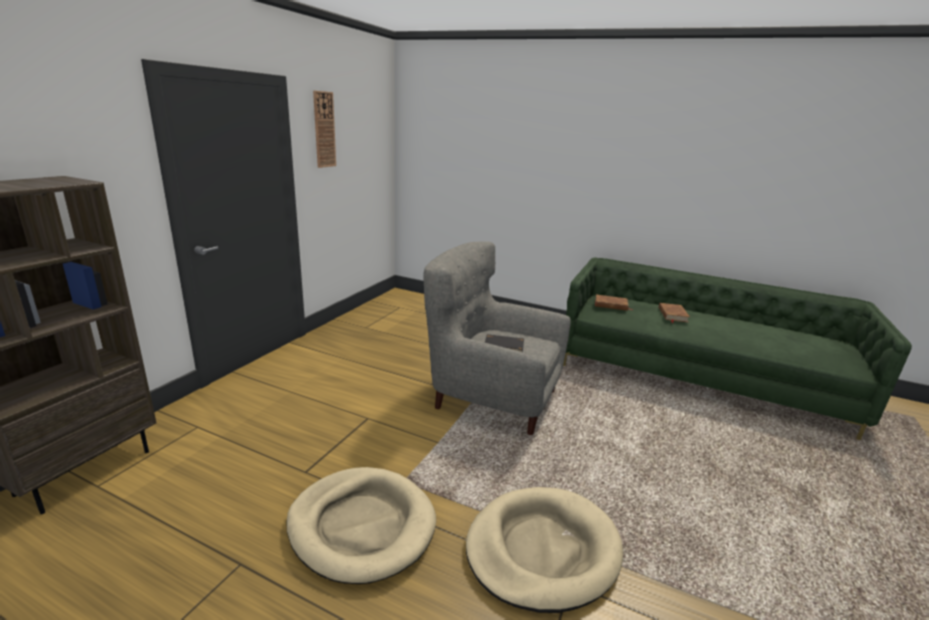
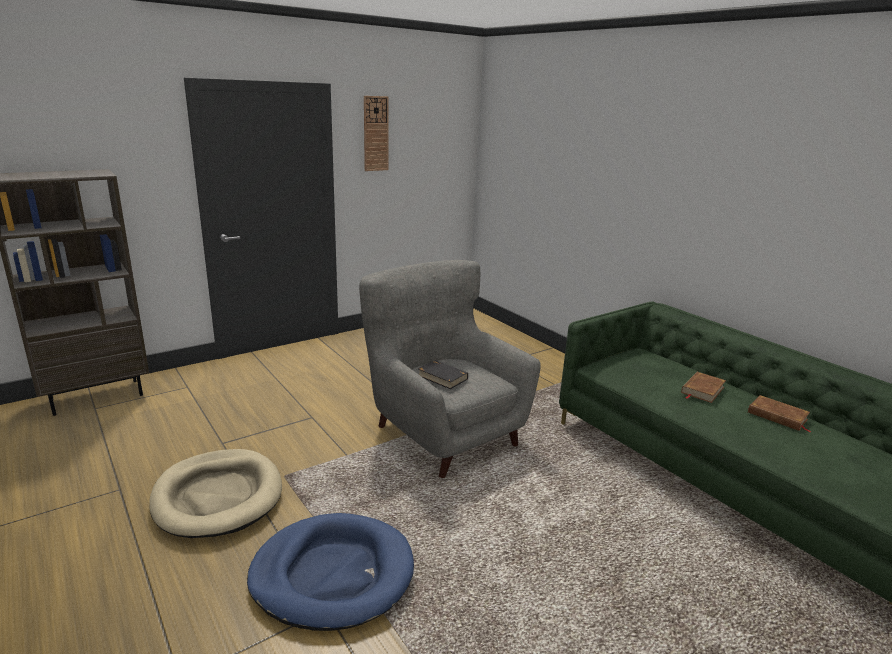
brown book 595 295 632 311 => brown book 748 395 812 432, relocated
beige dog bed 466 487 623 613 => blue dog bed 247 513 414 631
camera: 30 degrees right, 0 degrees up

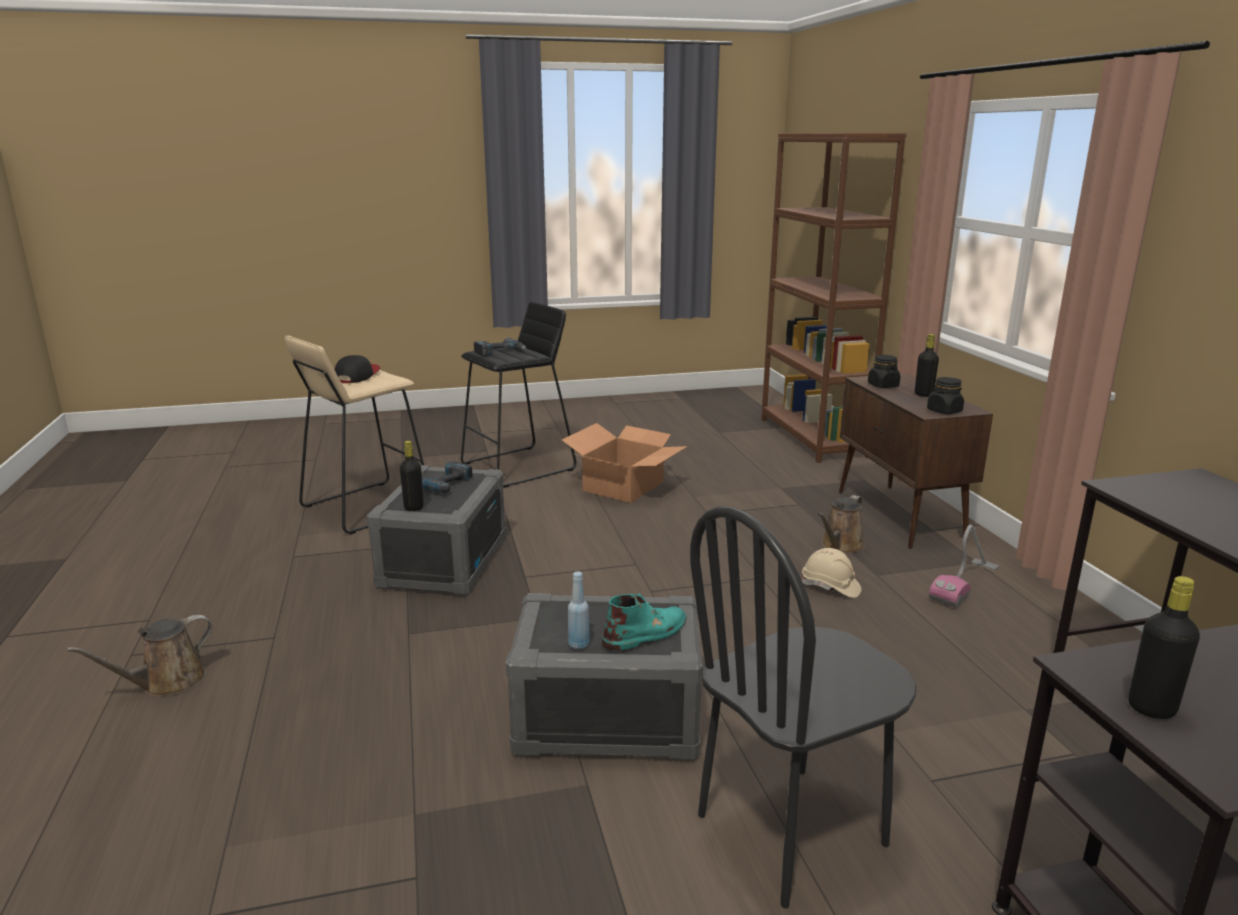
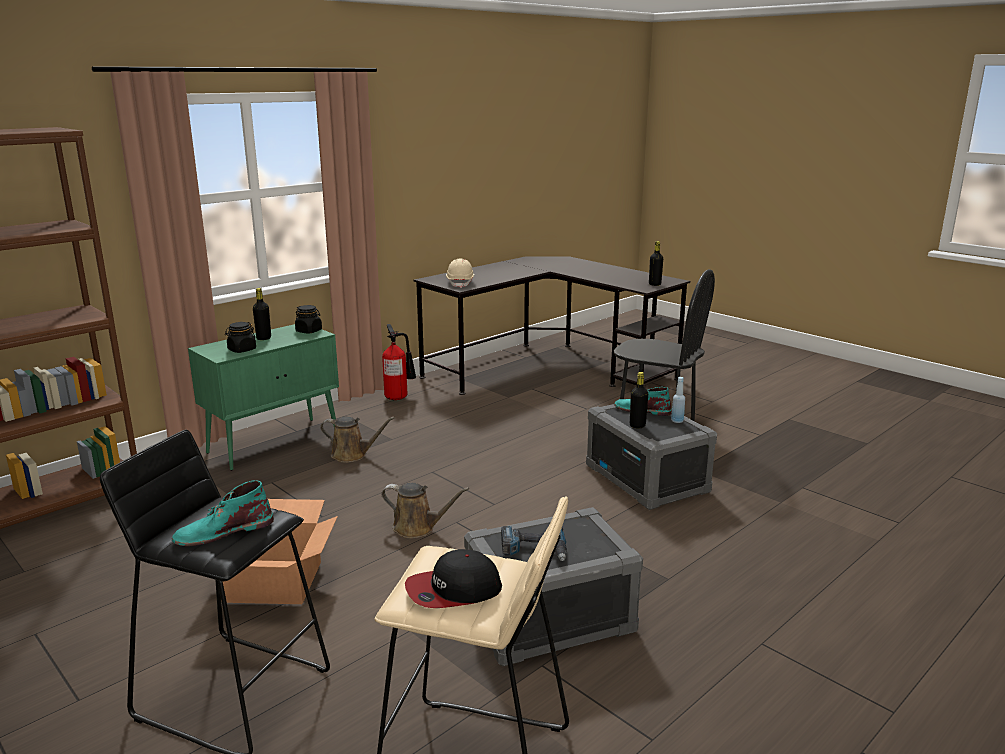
power drill 474 338 527 356 => turquoise boot 172 480 274 547
brown cabinet 839 373 993 549 => green cabinet 188 324 339 471
black bottle 400 441 424 511 => black bottle 630 372 648 428, relocated
vacuum cleaner 929 525 999 607 => nothing
beige hard hat 802 548 861 598 => beige hard hat 446 259 475 288, relocated
brown watering can 66 615 213 697 => brown watering can 381 483 469 538, relocated
nothing => fire extinguisher 382 324 416 400
camera: 120 degrees left, 0 degrees up

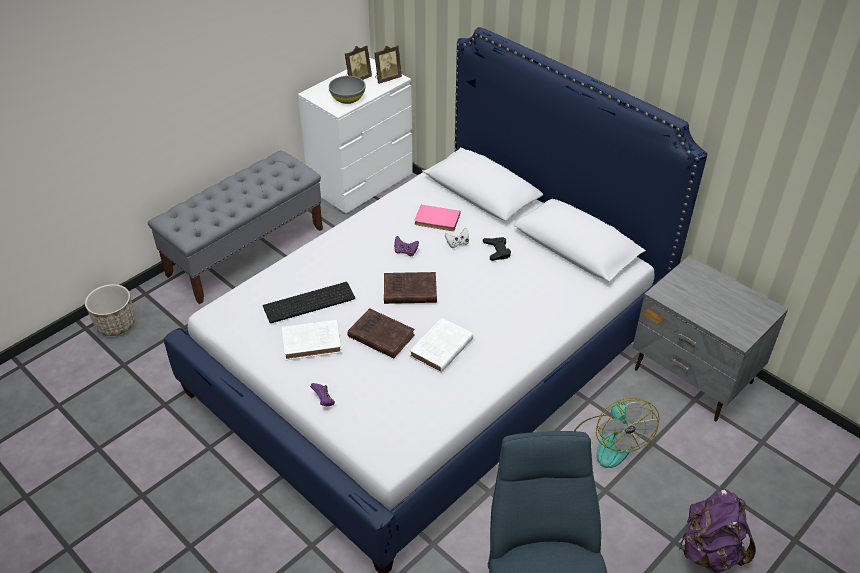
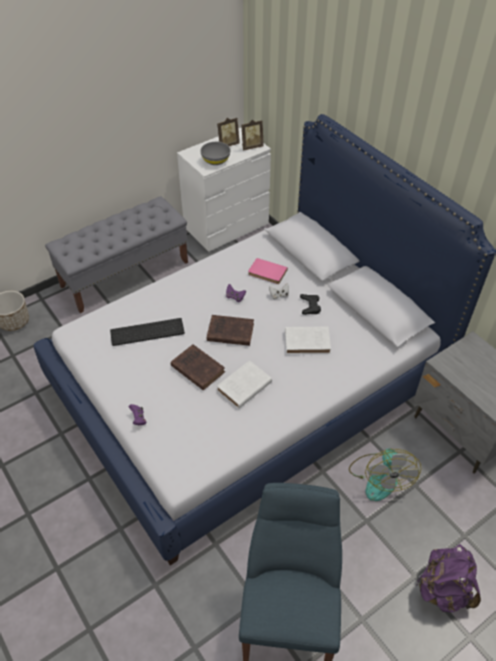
white book 282 320 341 360 => white book 285 327 331 354, relocated
camera: 10 degrees right, 5 degrees up

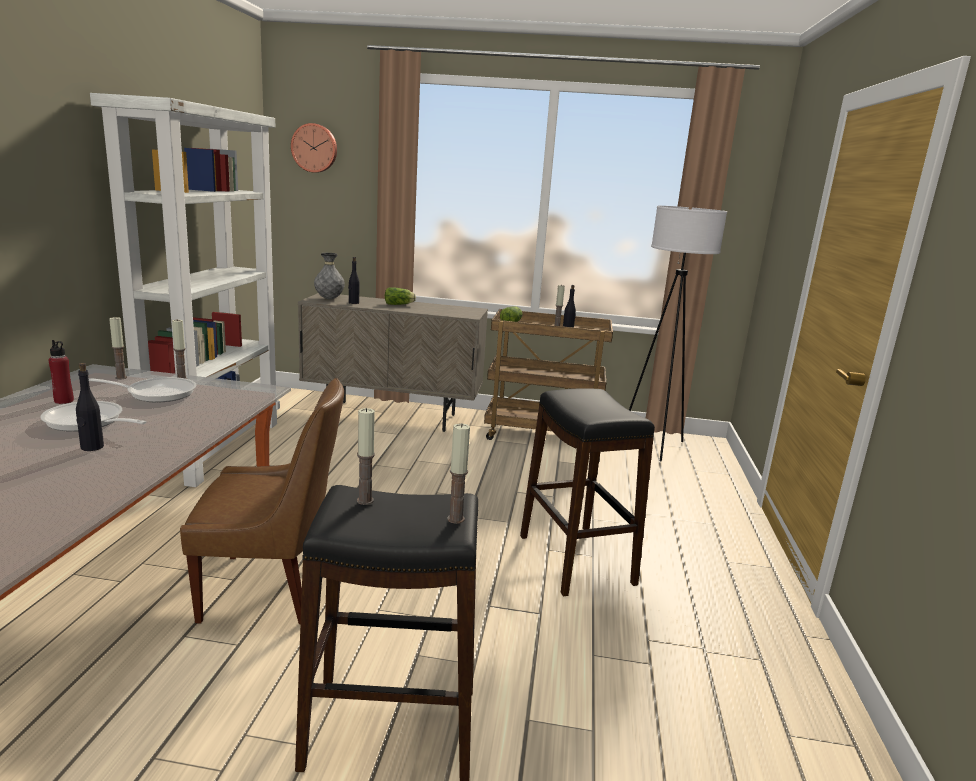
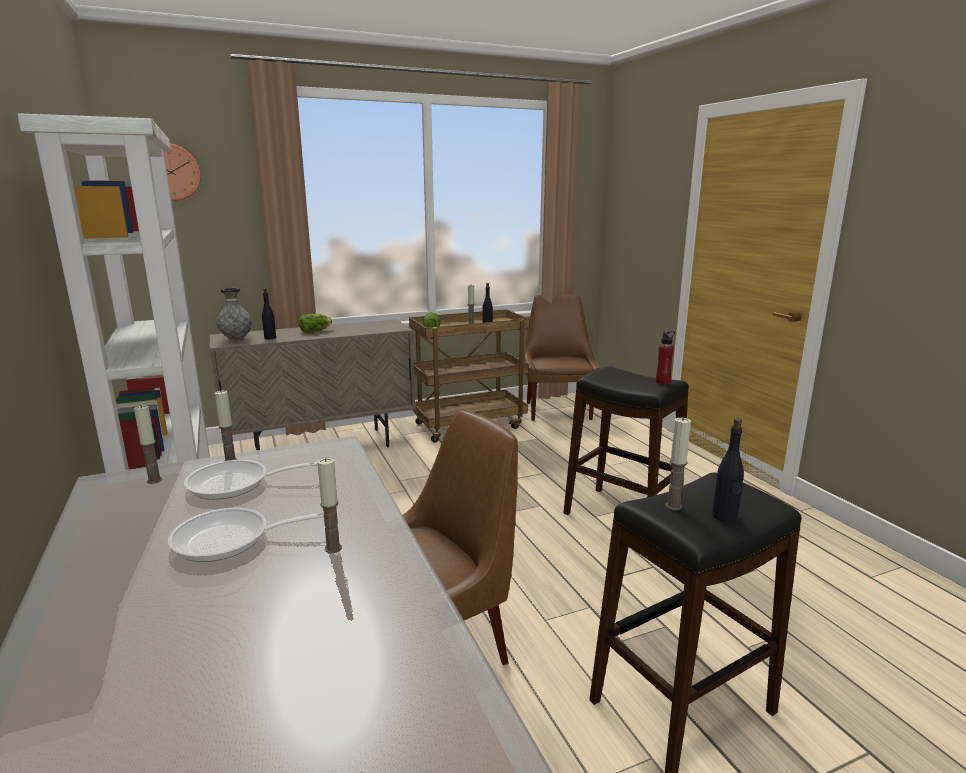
white floor lamp 629 206 727 462 => brown chair 524 295 600 421
red bottle 48 340 74 404 => red bottle 656 331 675 385, relocated
black bottle 76 363 104 451 => black bottle 712 418 744 522, relocated
frying pan 89 377 197 402 => frying pan 184 460 318 500, 150 degrees counterclockwise
candle 447 423 470 524 => candle 317 458 342 553, relocated
camera: 30 degrees left, 0 degrees up

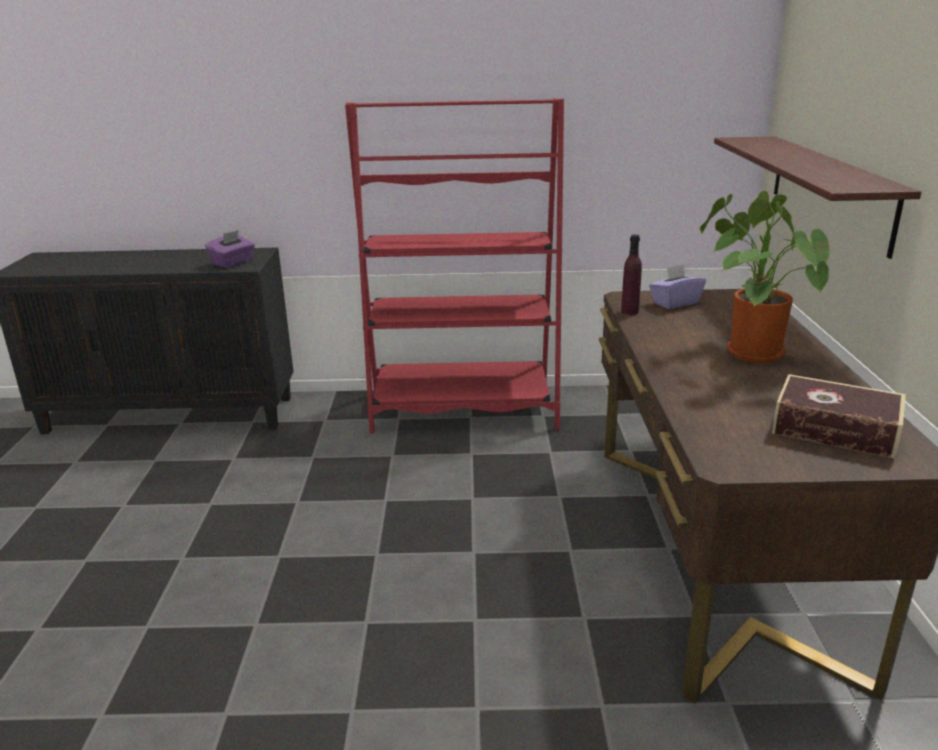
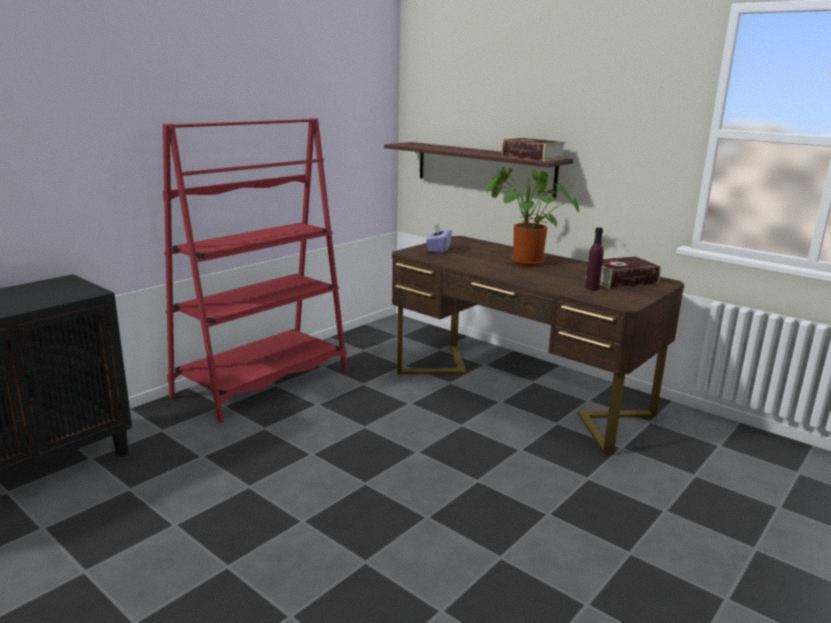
purple tissue box 205 230 255 268 => nothing
purple bottle 621 234 642 315 => purple bottle 585 228 604 290, relocated
nothing => book 502 138 566 161
camera: 50 degrees left, 5 degrees down

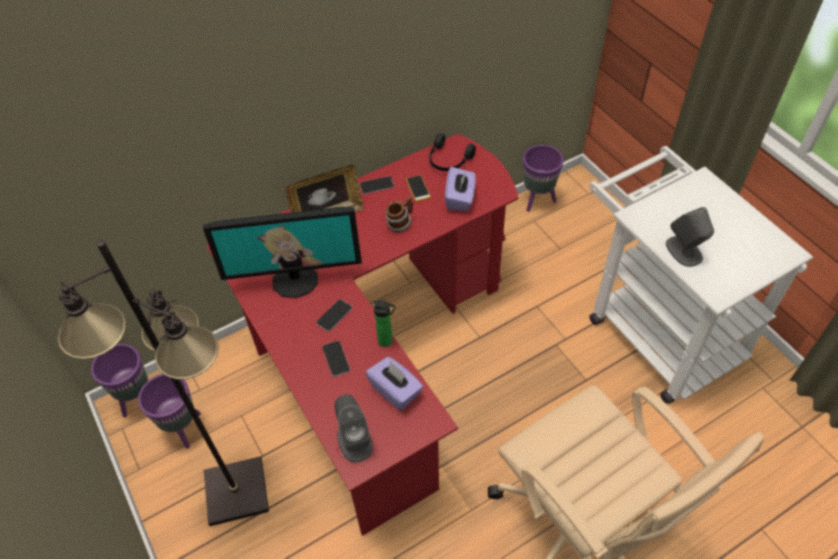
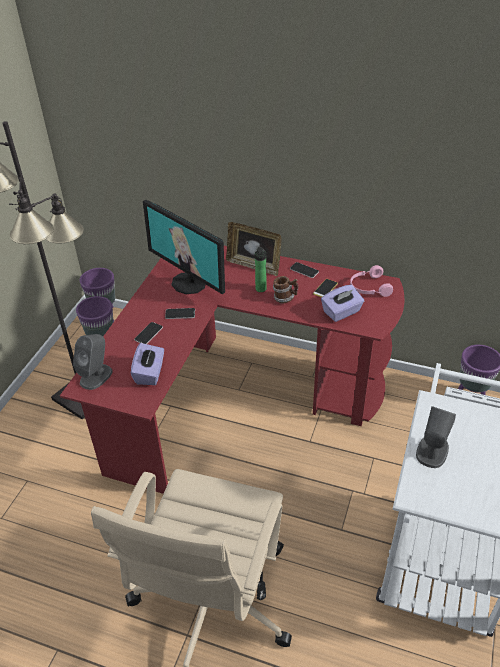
black headphones 430 133 476 171 => pink headphones 350 265 393 297
bottle 374 300 396 347 => bottle 255 247 267 292, relocated
camera: 50 degrees right, 10 degrees down

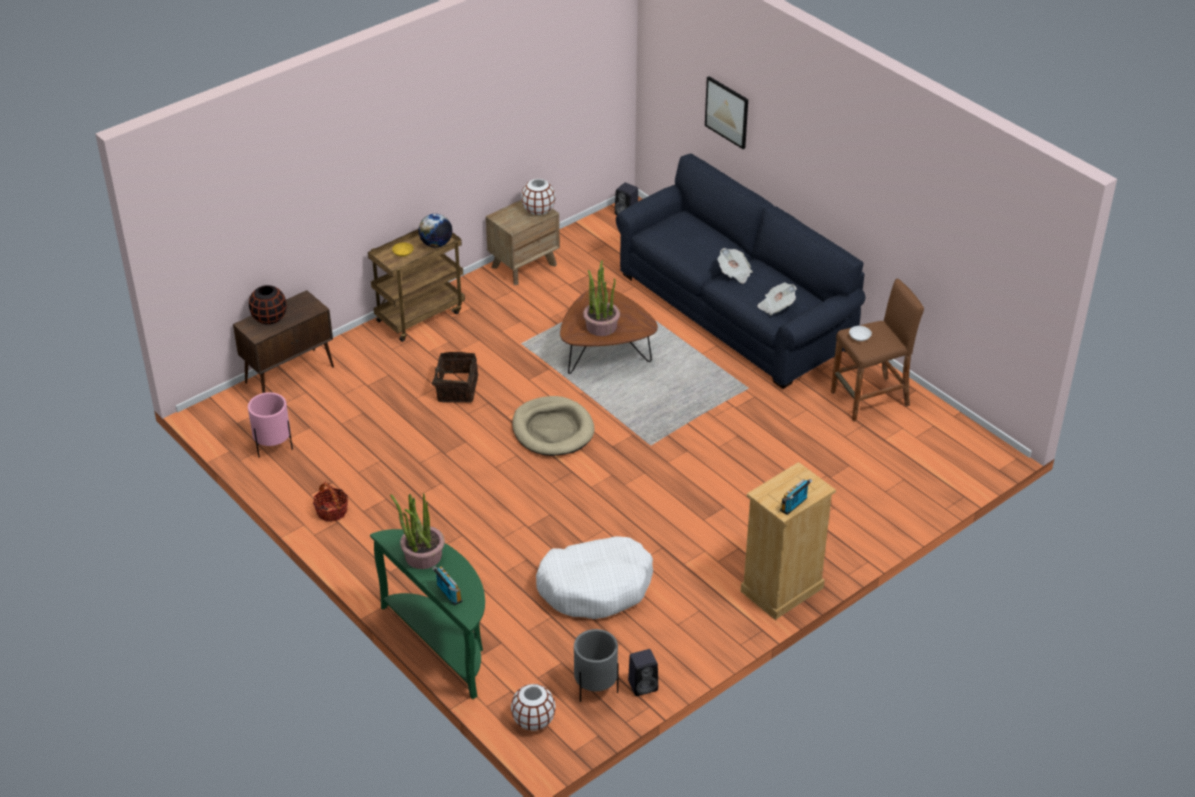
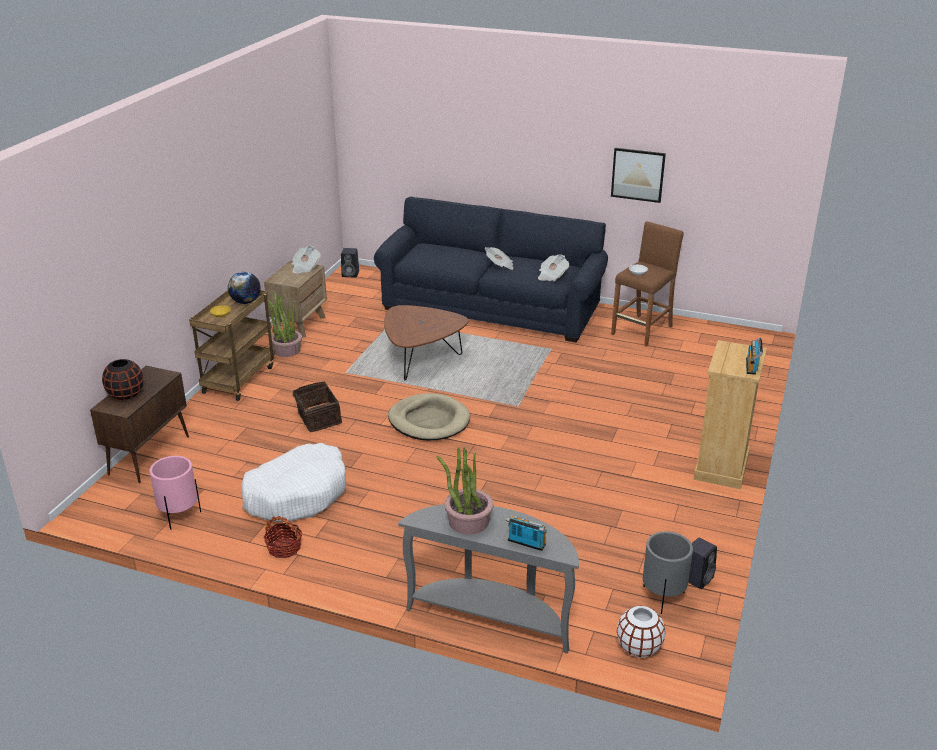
picture 705 76 748 149 => picture 611 148 666 203, relocated
white vase 521 179 556 215 => newspaper 292 246 321 274
potted plant 583 260 620 336 => potted plant 269 292 302 357, relocated
green console table 370 529 485 700 => grey console table 398 504 579 654
white dog bed 536 536 653 619 => white dog bed 241 443 346 522, relocated
camera: 30 degrees left, 10 degrees down

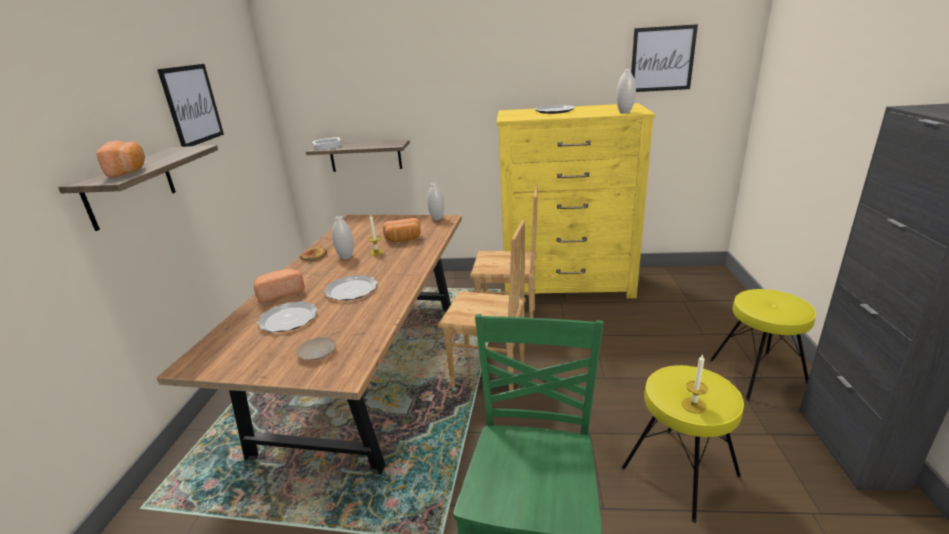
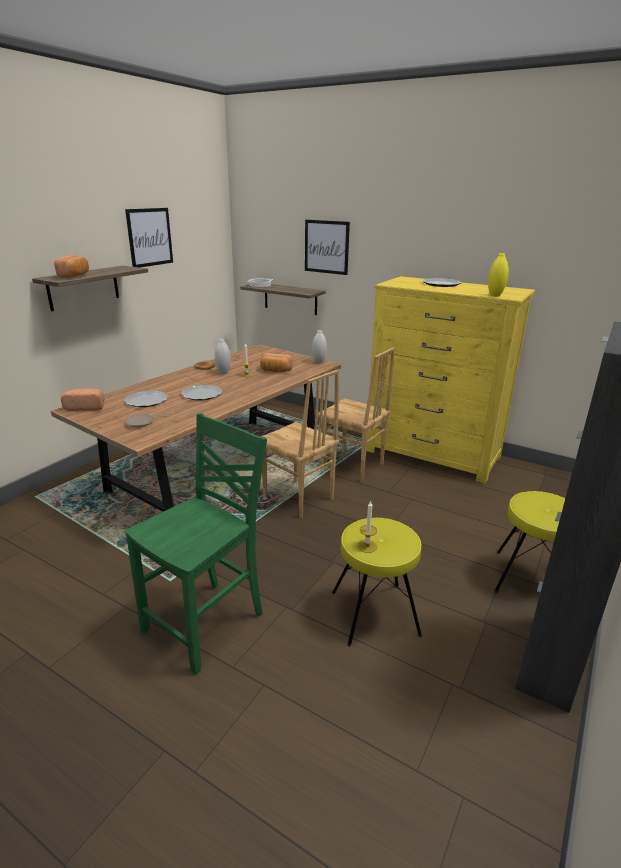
picture 631 24 698 92 => picture 305 220 350 275, relocated
white vase 616 69 636 114 => yellow vase 488 253 509 297
bread 254 269 305 303 => bread 61 388 104 411, relocated
camera: 25 degrees right, 0 degrees up

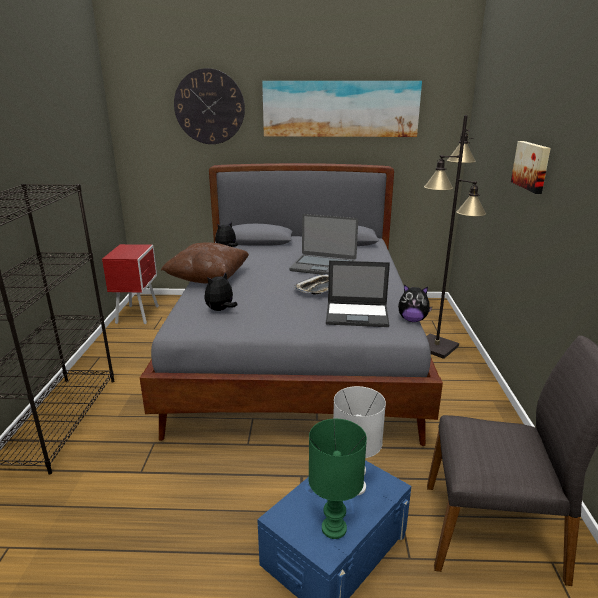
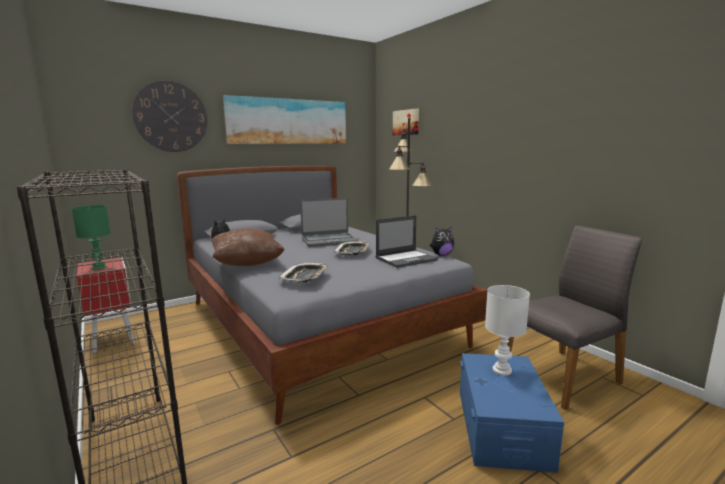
picture 511 141 551 194 => picture 393 109 419 135, relocated
plush toy 204 272 238 311 => tray 279 262 328 282
green table lamp 309 419 367 539 => green table lamp 72 205 111 270, relocated
camera: 35 degrees left, 10 degrees down

